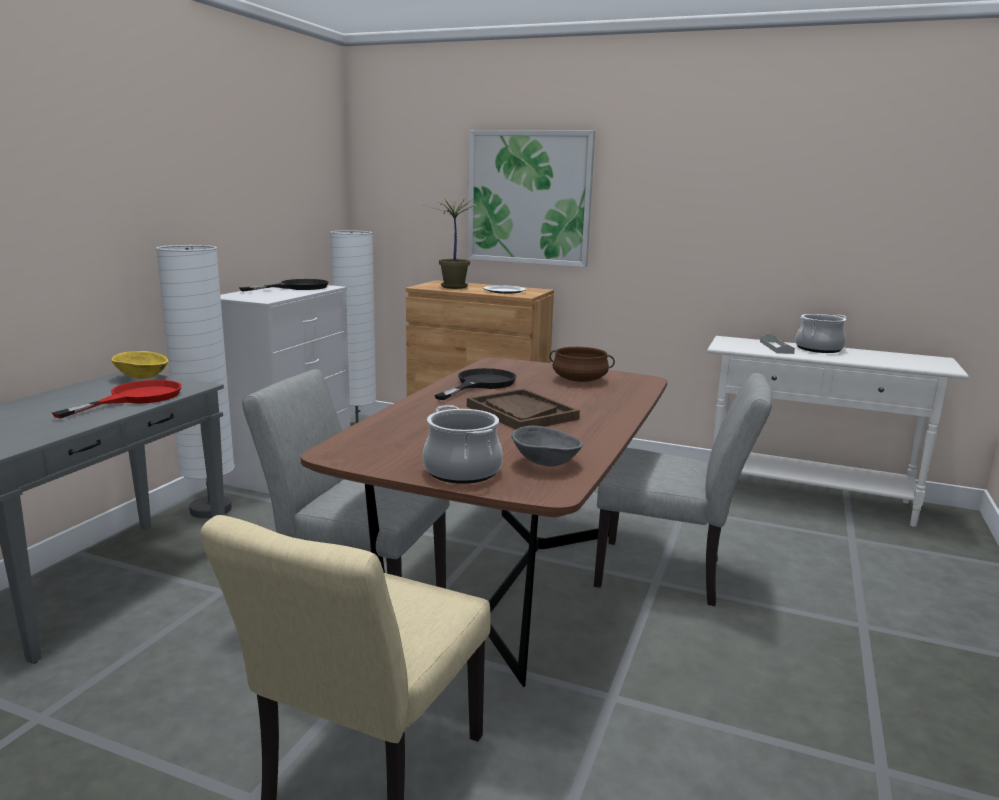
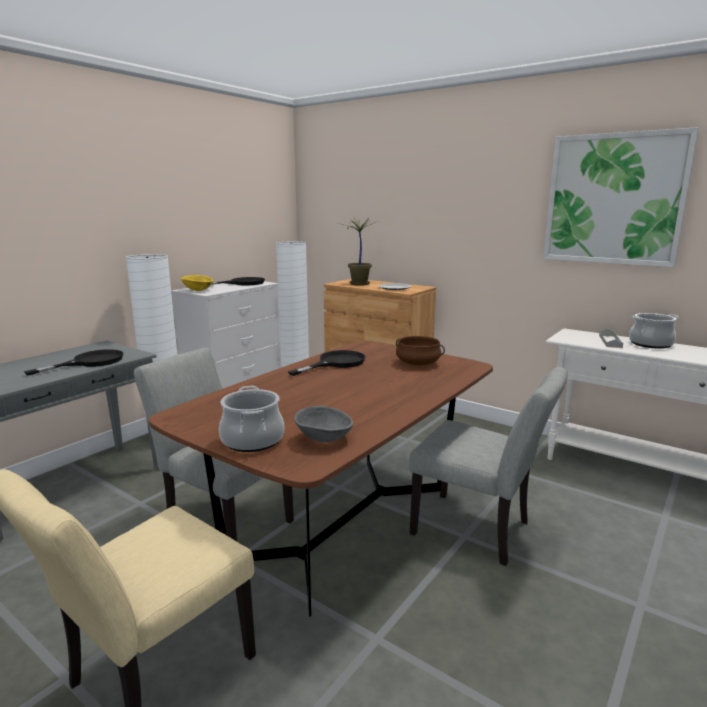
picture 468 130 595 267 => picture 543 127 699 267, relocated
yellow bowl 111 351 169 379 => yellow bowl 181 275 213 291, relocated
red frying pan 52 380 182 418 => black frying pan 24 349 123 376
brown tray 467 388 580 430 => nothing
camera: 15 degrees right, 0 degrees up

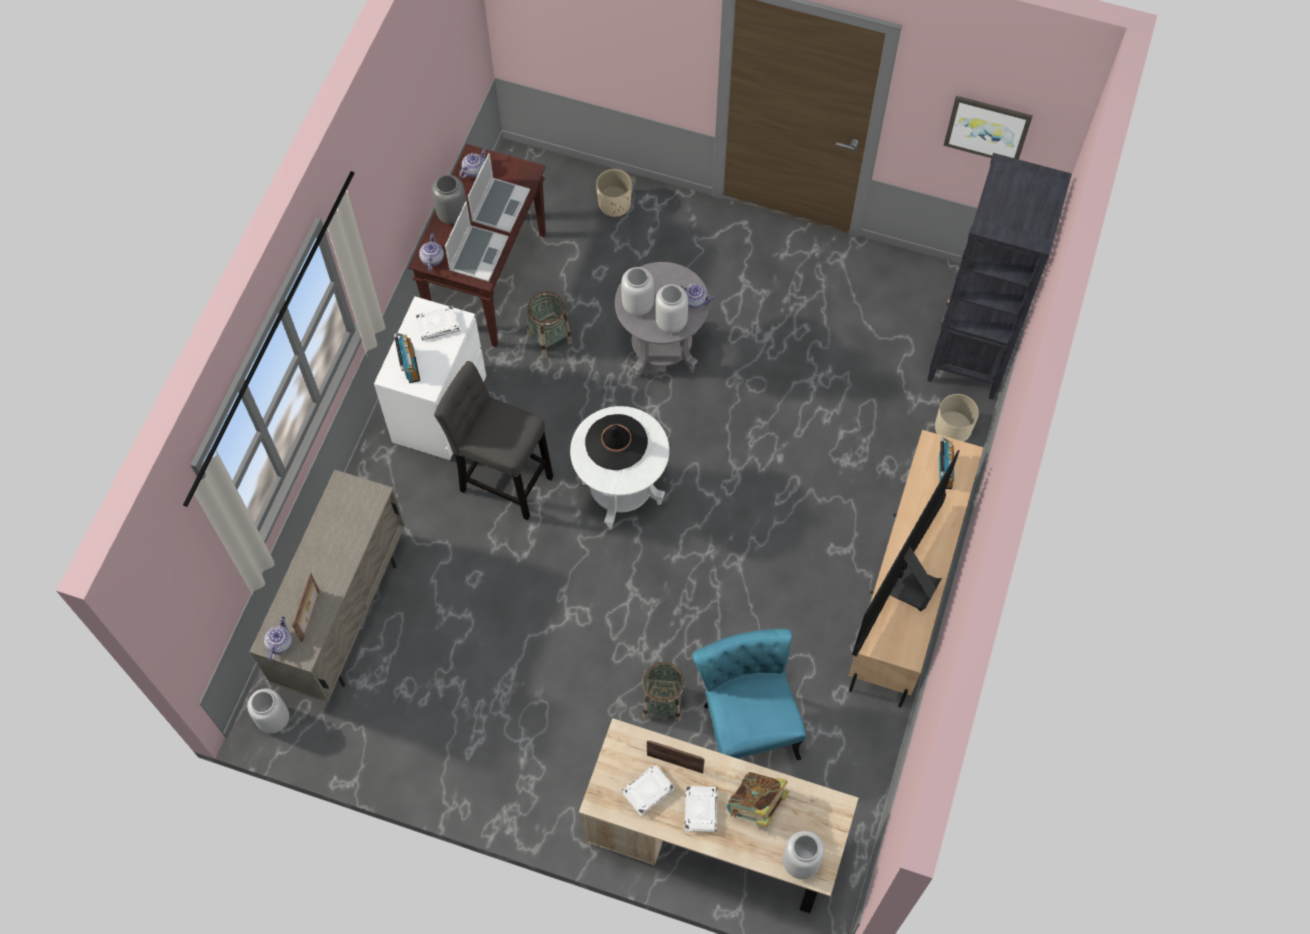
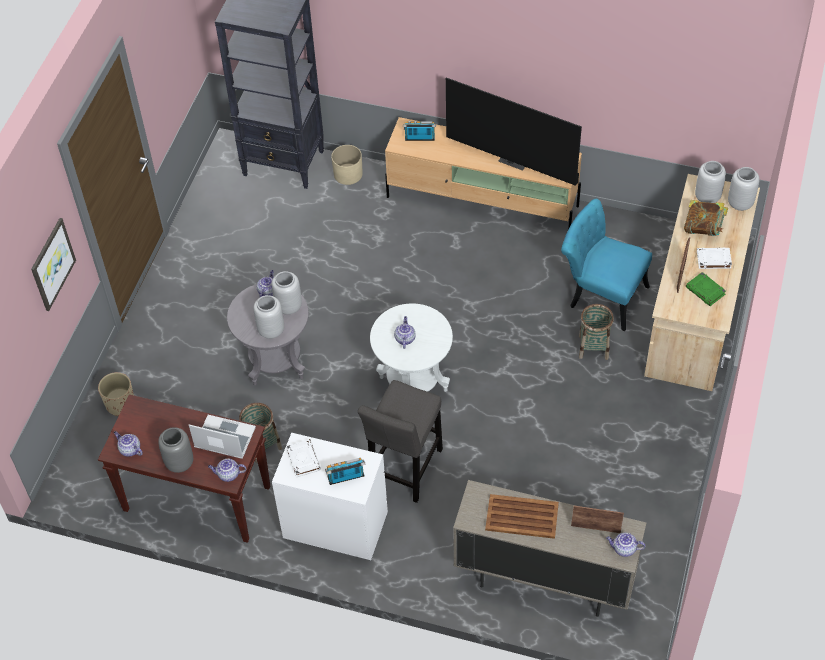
picture 944 96 1033 159 => picture 31 218 76 311, relocated
laptop 468 153 530 233 => nothing
black hat 585 414 648 470 => teapot 394 316 416 349
turquoise chair 692 629 806 760 => turquoise chair 561 199 652 331, 45 degrees clockwise
grey vase 247 688 289 733 => grey vase 695 161 726 203, relocated
white book 621 764 675 816 => green book 686 272 726 306
nothing => brown tray 485 494 559 539
camera: 90 degrees left, 10 degrees down

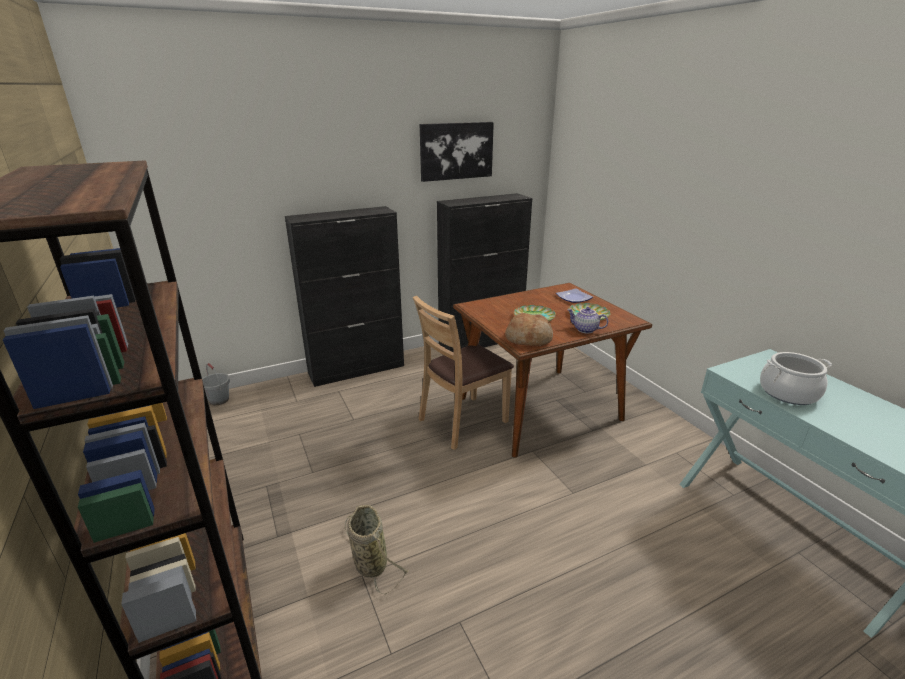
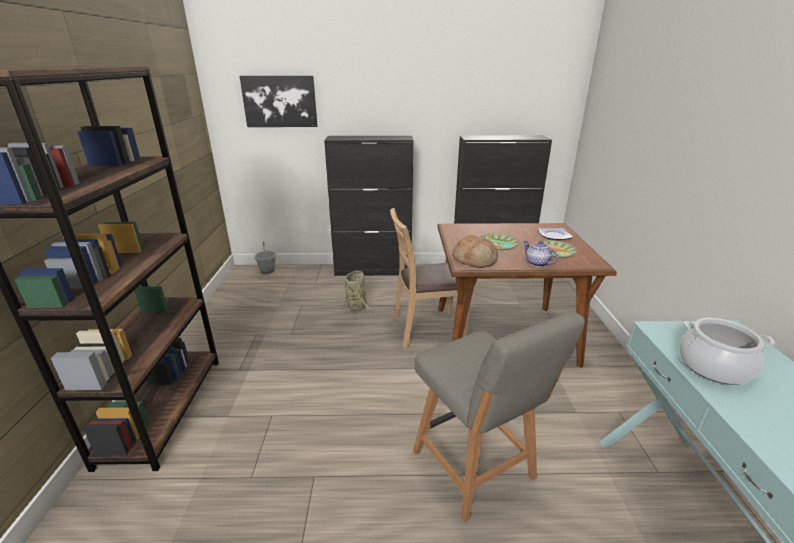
picture 420 122 494 182 => picture 240 76 317 127, relocated
basket 345 505 408 595 => basket 345 271 371 318, relocated
nothing => grey chair 413 312 585 522
camera: 25 degrees right, 0 degrees up

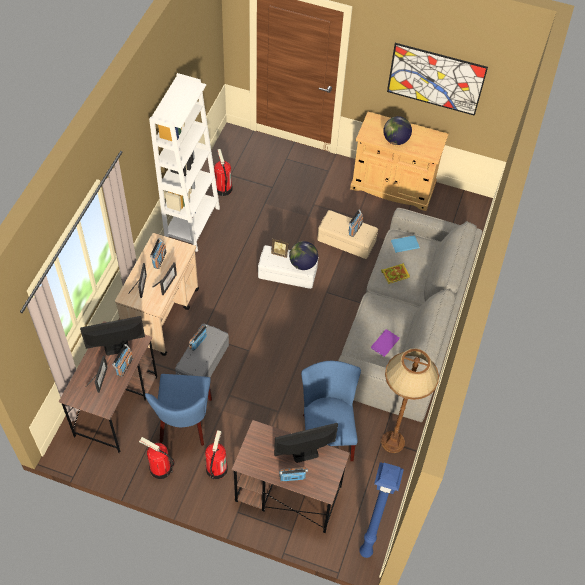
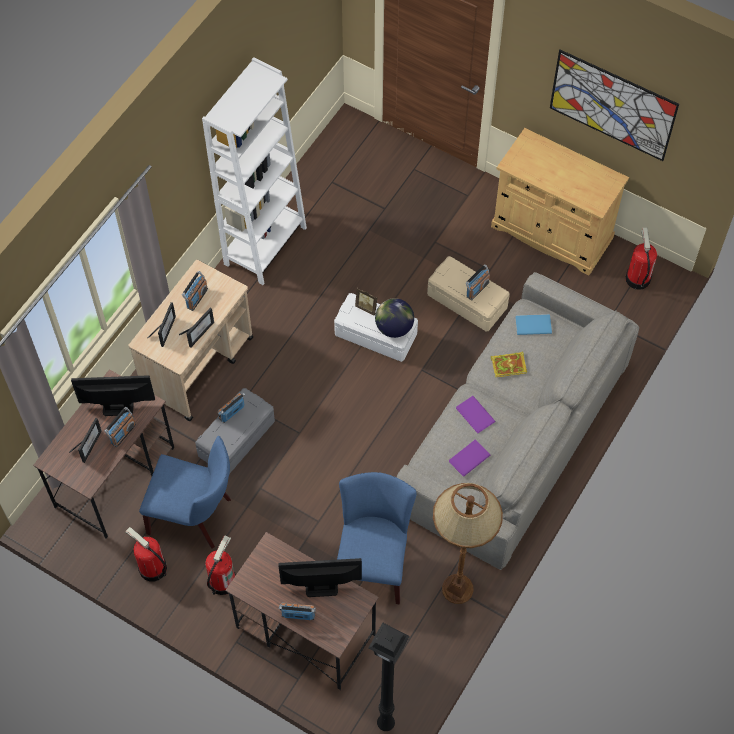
globe 383 116 412 145 => nothing
fire extinguisher 214 149 232 196 => fire extinguisher 625 228 657 290, relocated
blue chair 145 374 212 446 => blue chair 139 436 231 548, 90 degrees counterclockwise
blue floor lamp 359 462 404 558 => black floor lamp 368 623 410 731
nothing => purple book 456 396 495 433
camera: 15 degrees right, 5 degrees up

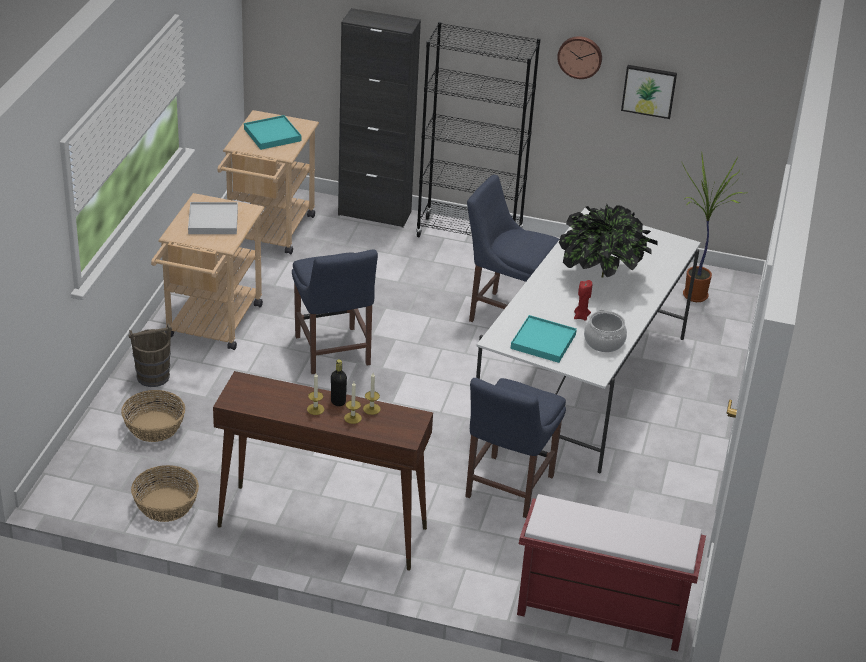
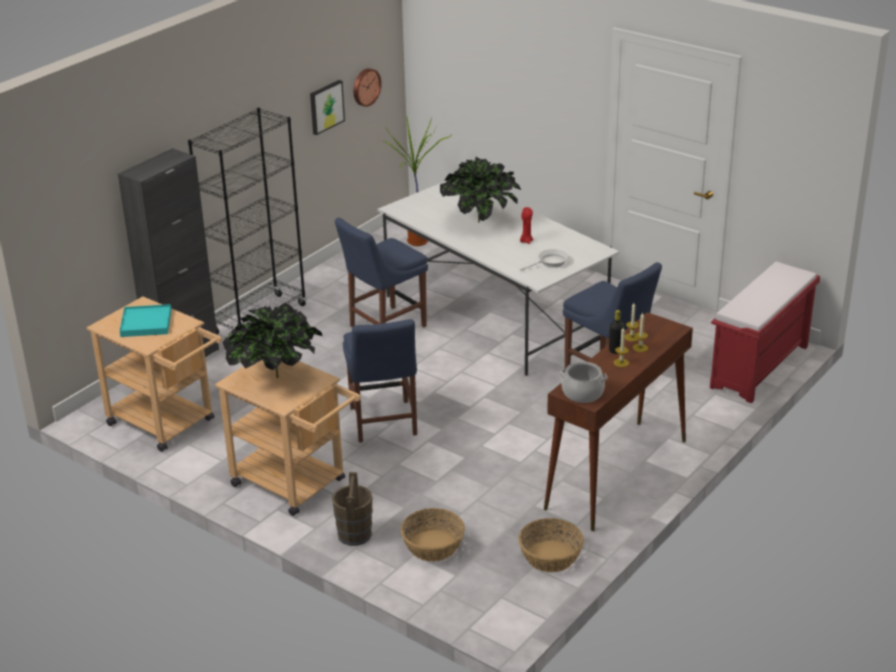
wall clock 557 36 602 79 => wall clock 354 68 381 107, relocated
white tray 188 202 238 234 => potted plant 222 303 322 379
blue chair 292 249 378 374 => blue chair 343 319 417 443, 75 degrees clockwise
cooking pot 584 310 627 352 => cooking pot 560 362 608 403, relocated
turquoise tray 511 315 577 363 => white frying pan 520 249 569 271
camera: 65 degrees left, 5 degrees down

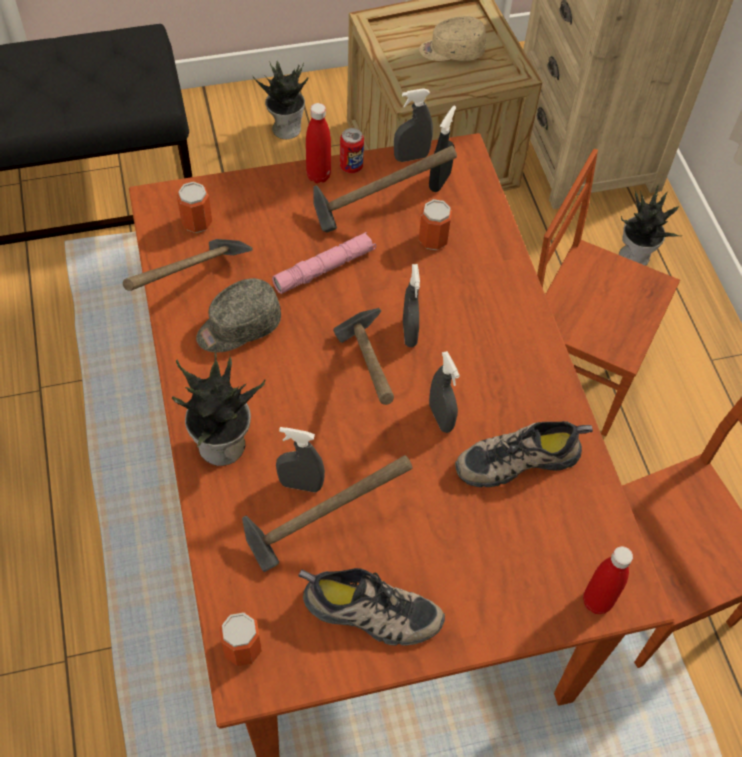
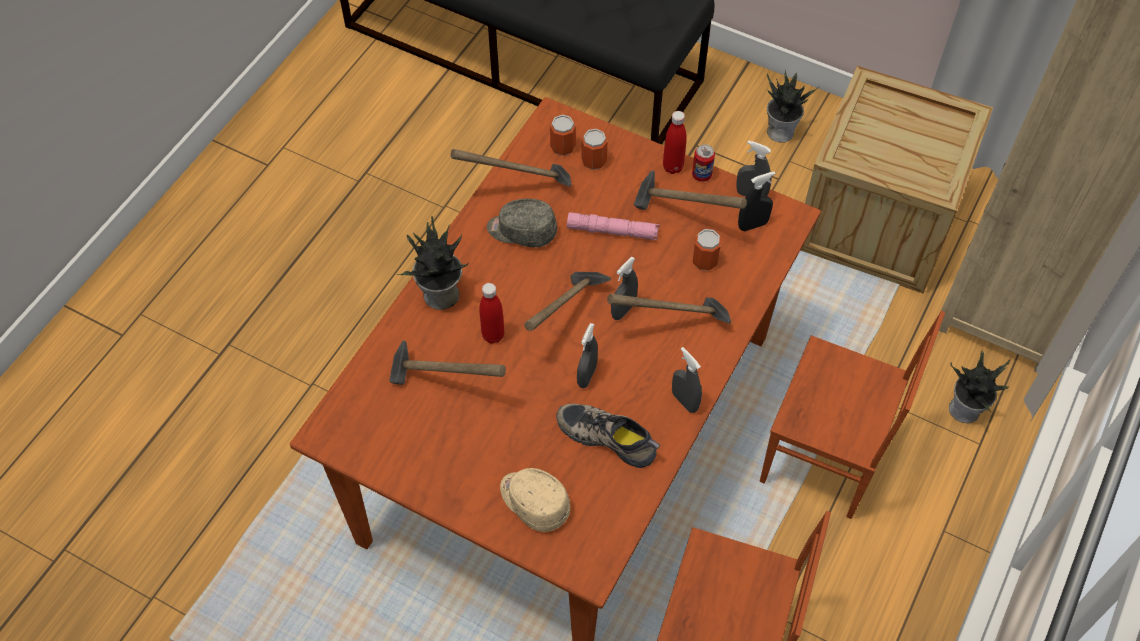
beige cap 419 16 486 61 => beige cap 500 468 570 532, relocated
brown chair 537 149 680 437 => brown chair 760 311 945 519, 135 degrees clockwise
grey spray bottle 276 427 325 492 => grey spray bottle 672 347 702 413, relocated
red bottle 583 546 633 614 => red bottle 479 283 504 344, relocated
shoe 298 568 445 646 => nothing
can 219 612 262 666 => can 581 129 608 170, relocated
nothing => hammer 607 294 731 324
camera: 45 degrees right, 0 degrees up

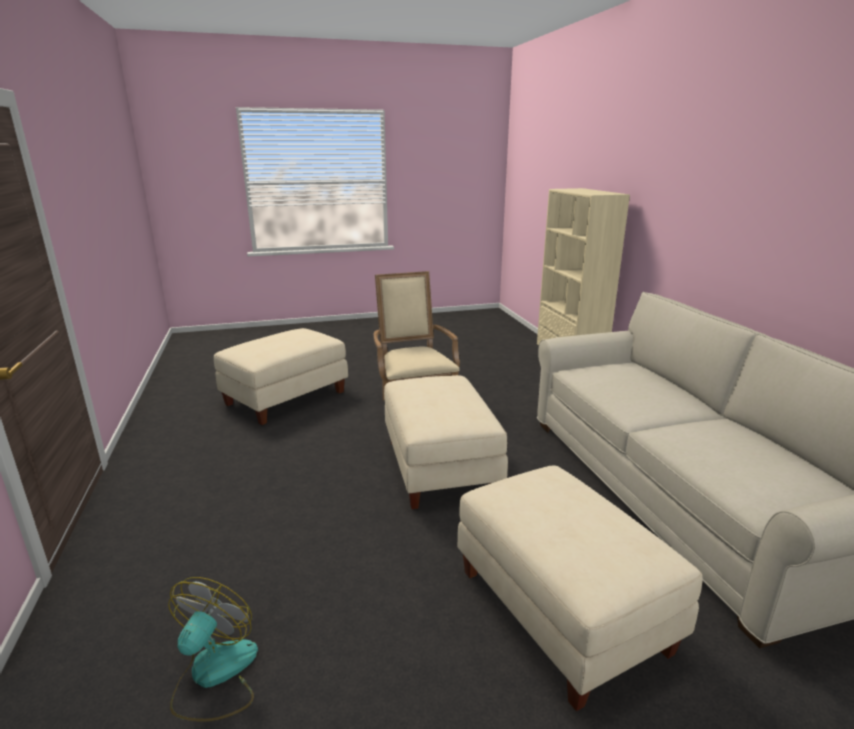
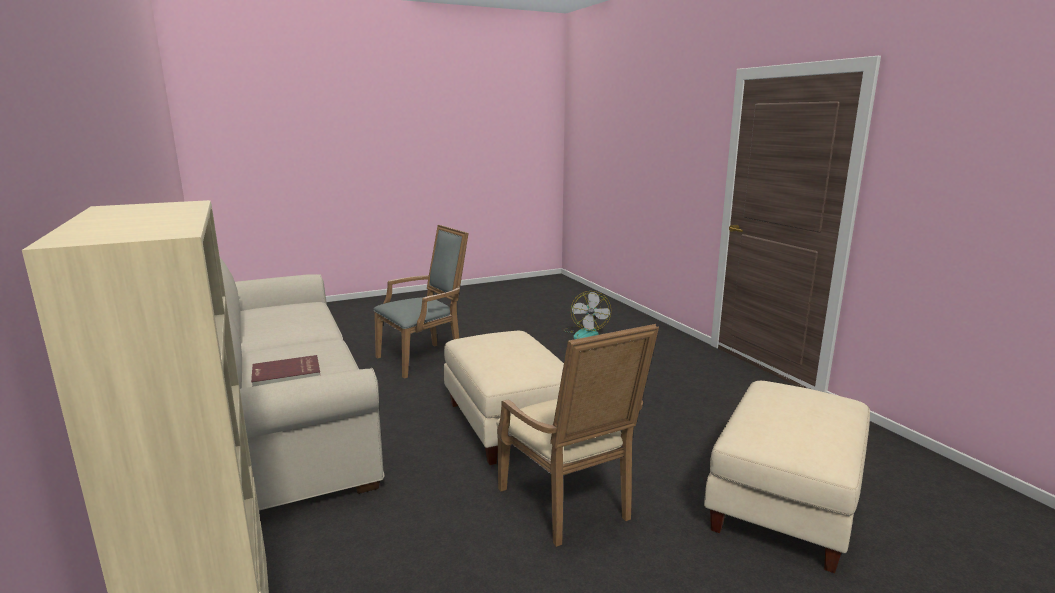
beige ottoman 457 465 703 711 => grey armchair 374 225 469 379
nothing => red book 251 355 320 387
camera: 170 degrees right, 5 degrees down

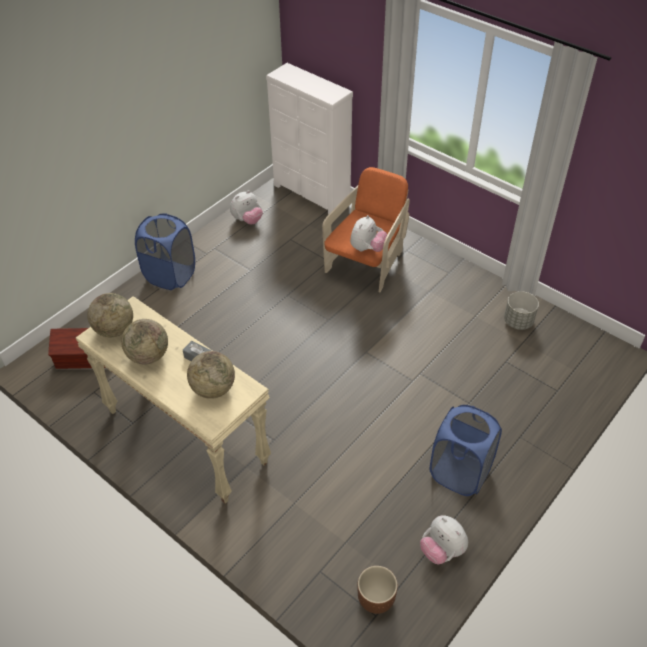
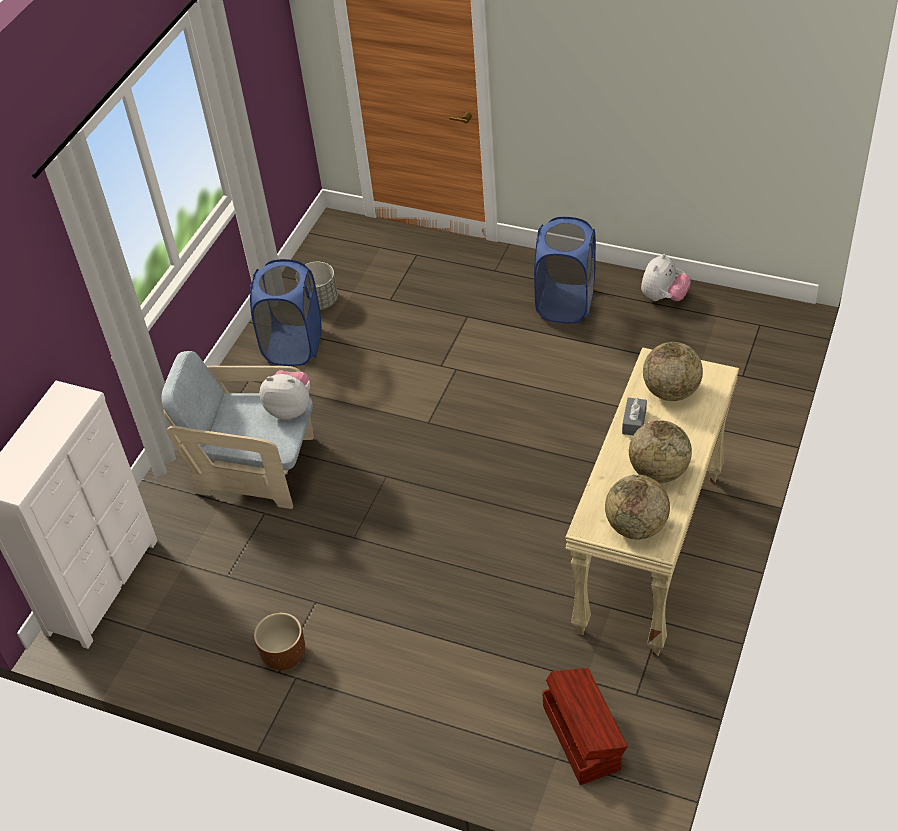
orange armchair 322 167 410 292 => beige armchair 161 351 314 509
plush toy 230 190 263 224 => nothing
blue laundry basket 135 213 195 290 => blue laundry basket 250 259 321 366, relocated
brown planter 357 566 398 614 => brown planter 254 613 305 670, relocated
camera: 105 degrees left, 0 degrees up

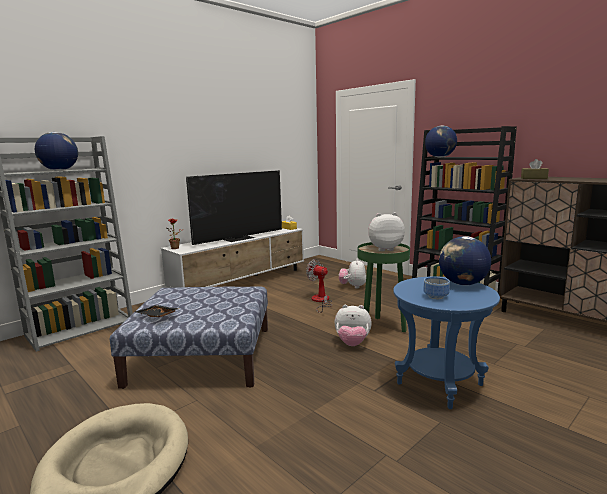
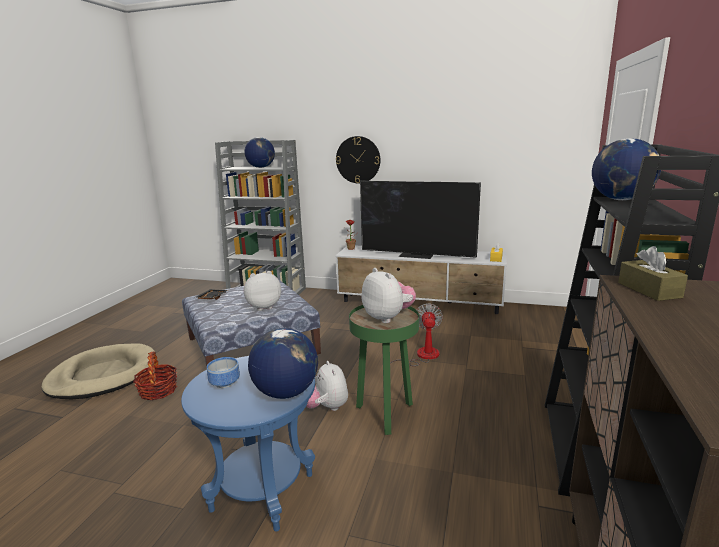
plush toy 339 258 366 289 => plush toy 244 271 281 311, relocated
nothing => wall clock 336 136 381 183
nothing => basket 133 352 177 400
camera: 60 degrees right, 5 degrees up

